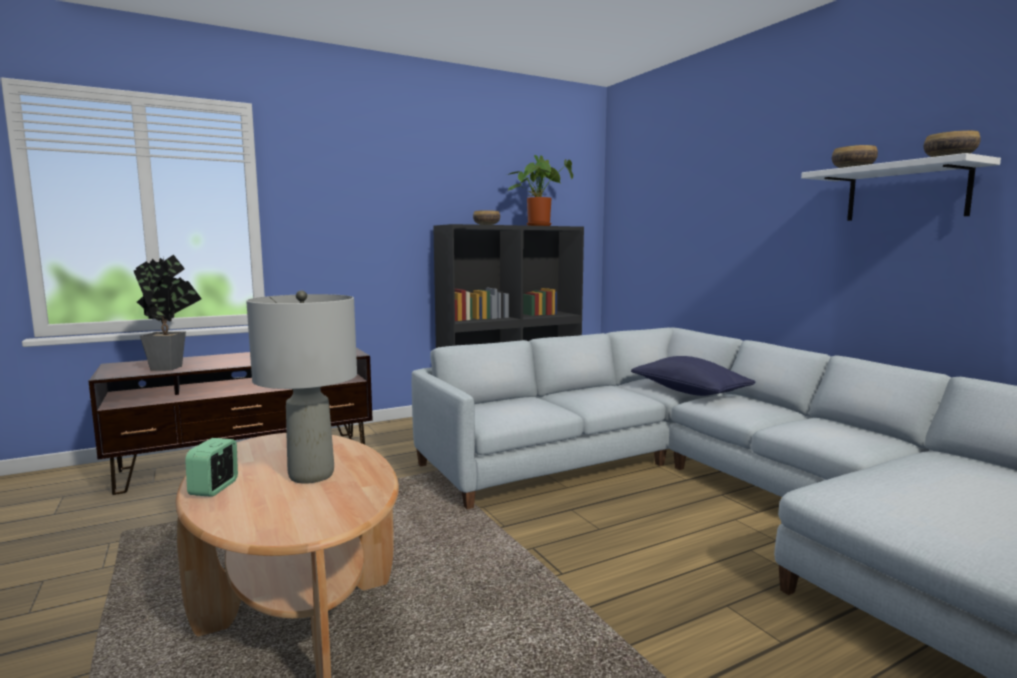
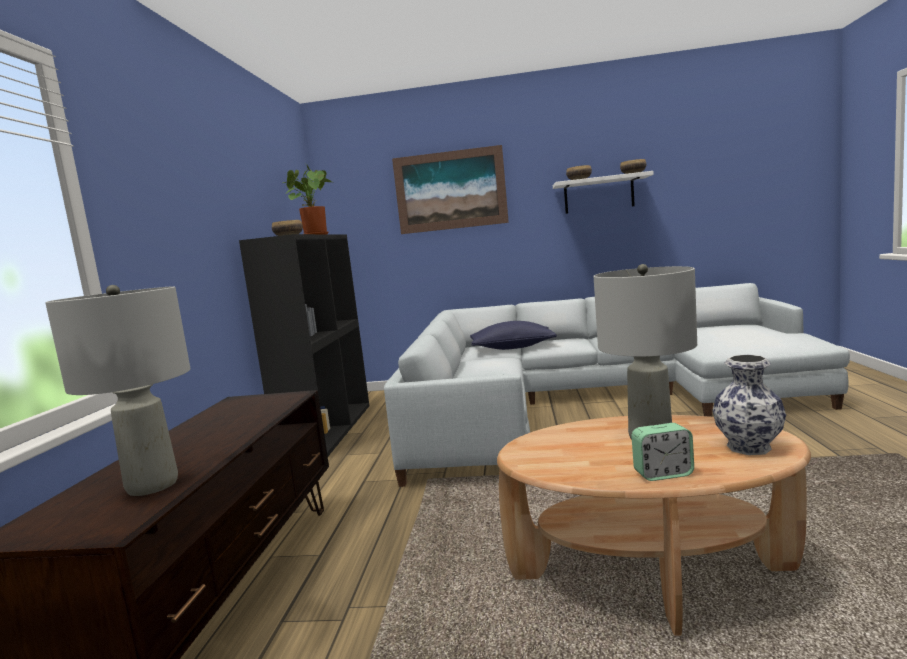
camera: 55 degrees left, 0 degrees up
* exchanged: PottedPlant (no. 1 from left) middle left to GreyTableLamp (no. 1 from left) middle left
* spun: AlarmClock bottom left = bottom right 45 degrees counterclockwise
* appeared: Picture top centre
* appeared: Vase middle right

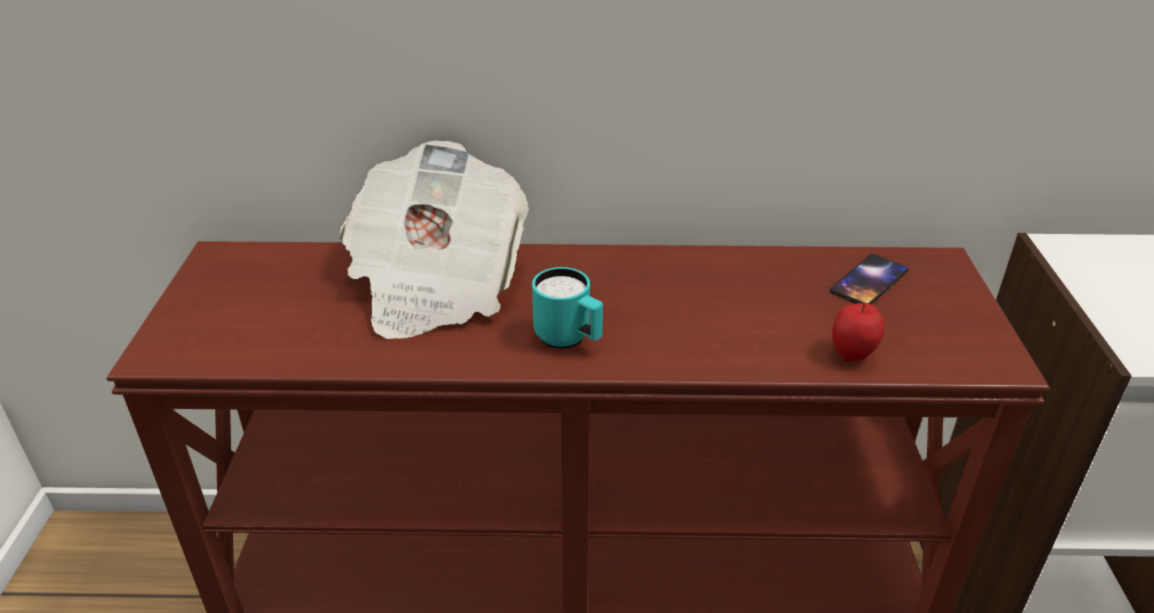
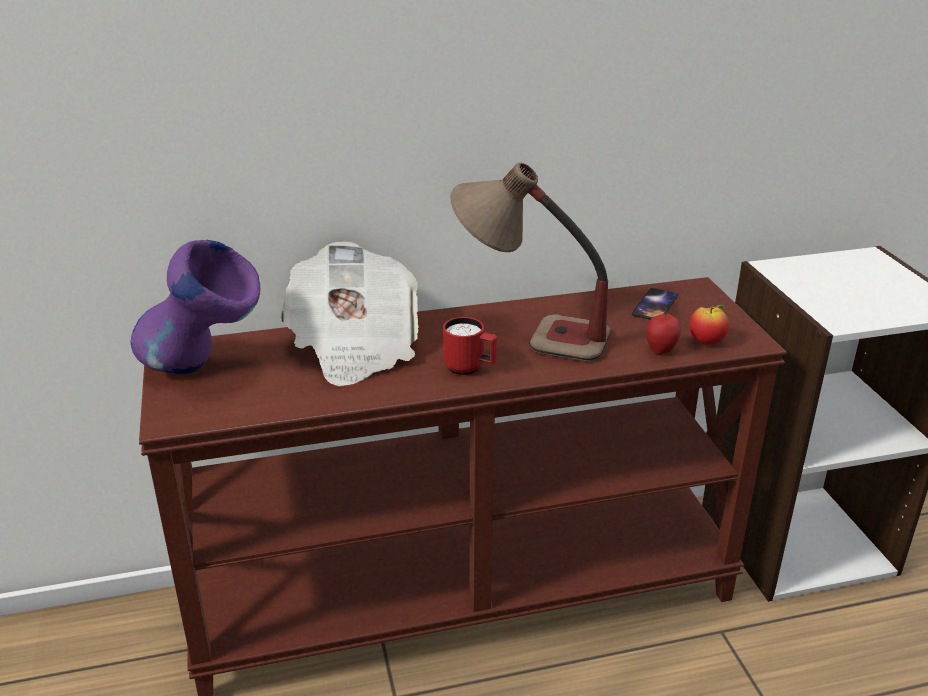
camera: 15 degrees left, 5 degrees down
* colour: TurquoiseMug centre to RedMug centre
* appeared: PurpleVase middle left
* appeared: TableLamp centre
* appeared: Apple (no. 2 from left) middle right

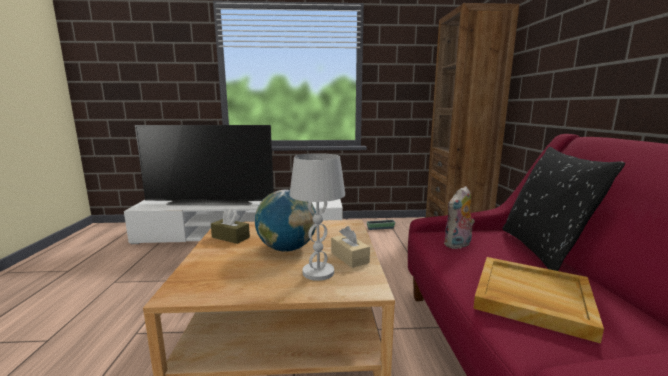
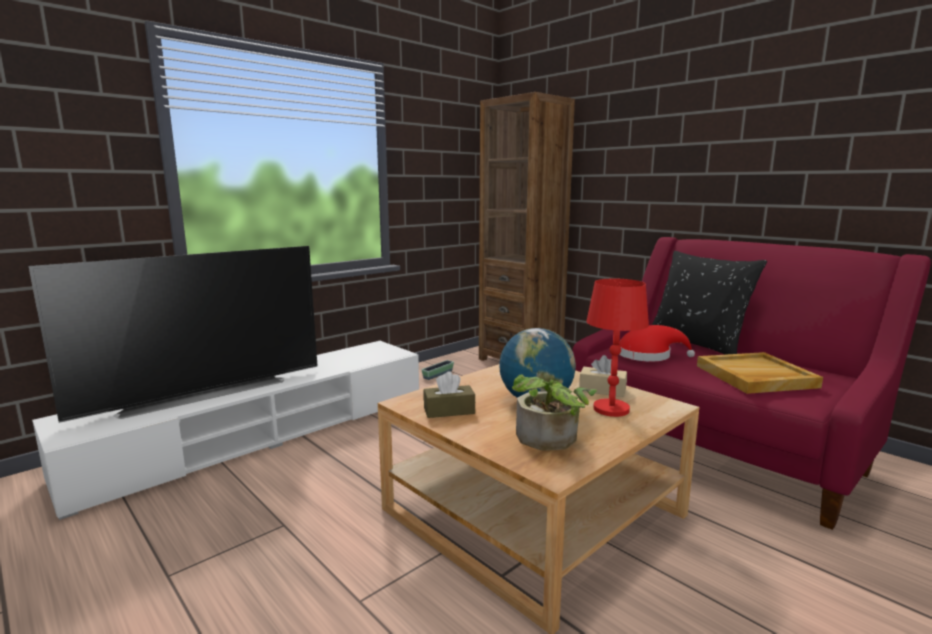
camera: 40 degrees left, 0 degrees up
* colour: WhiteTableLamp centre to RedTableLamp centre
* exchanged: PlushToy middle right to RedHat middle right
* appeared: PottedPlant centre

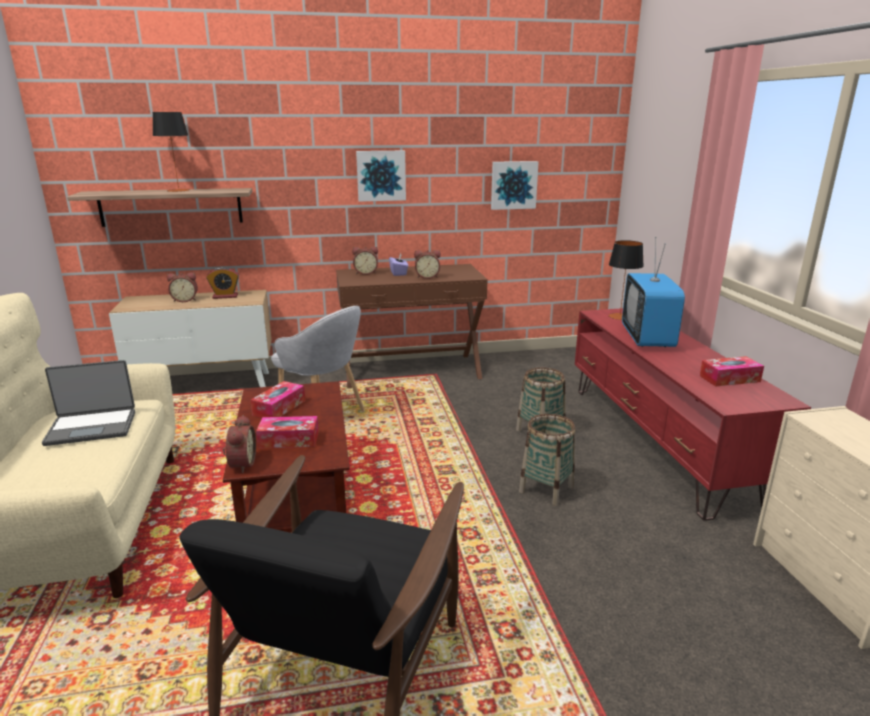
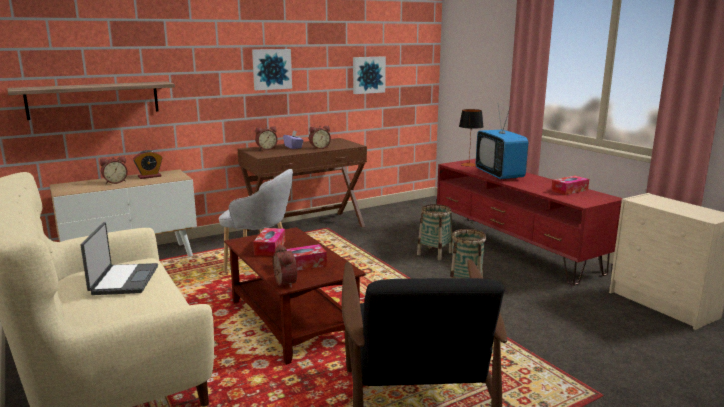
camera: 20 degrees left, 5 degrees down
* spun: Laptop middle left = middle left 60 degrees counterclockwise
* missing: TableLamp (no. 1 from left) top left

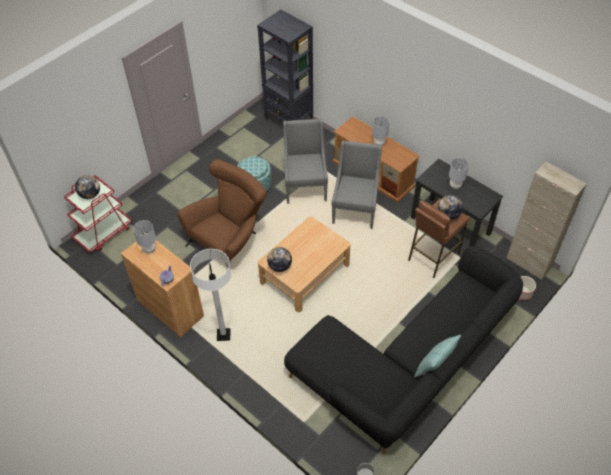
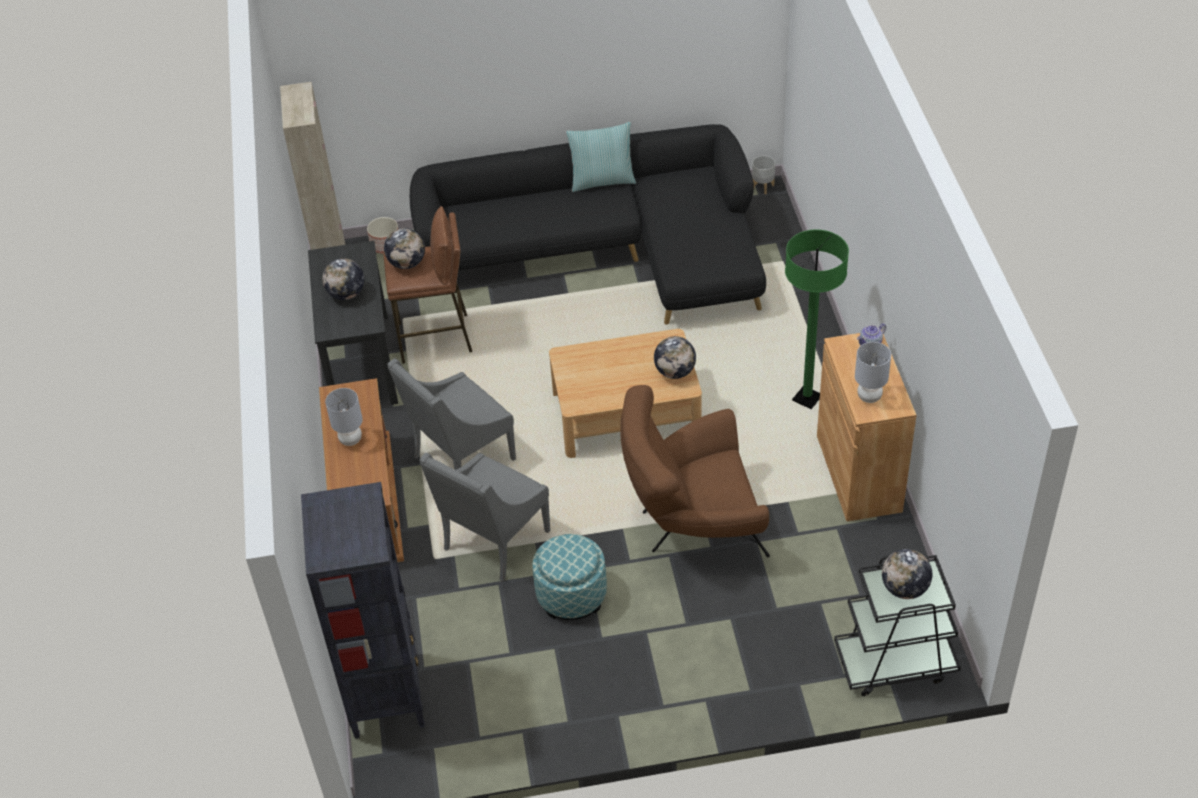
camera: 140 degrees left, 5 degrees down
* colour: RedCart middle left to BlackCart bottom right
* colour: WhiteFloorLamp centre to GreenFloorLamp middle right
* exchanged: GreyTableLamp (no. 3 from left) middle right to Globe (no. 1 from left) middle left

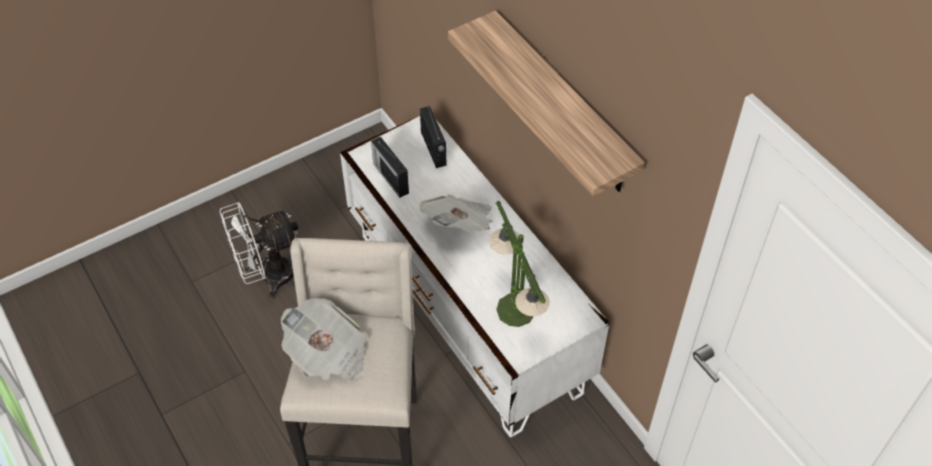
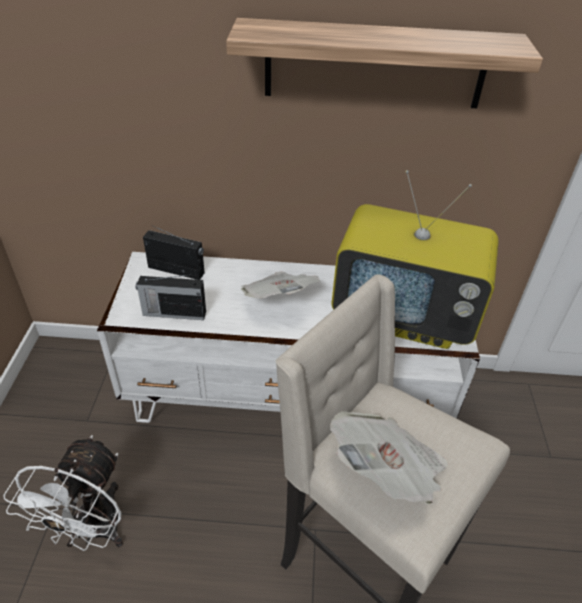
camera: 55 degrees left, 10 degrees down
* exchanged: TableLamp centre to Television middle right

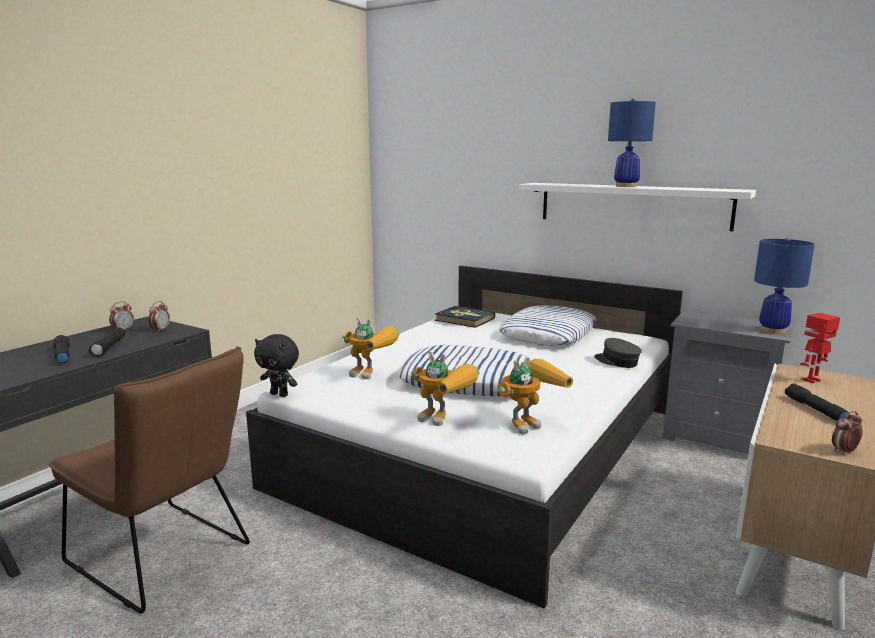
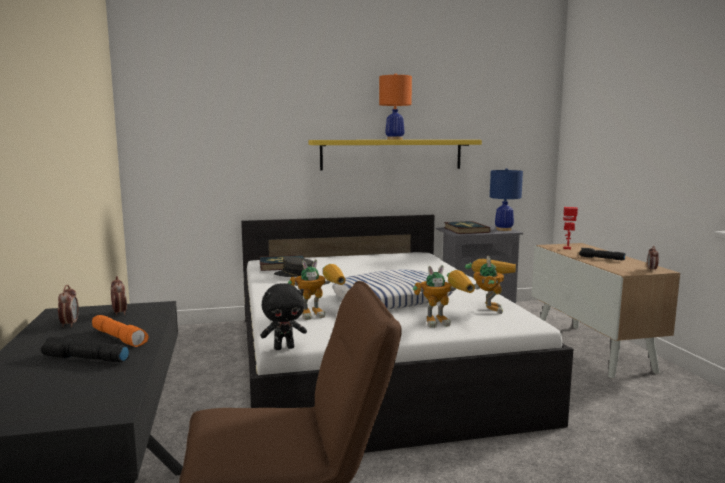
camera: 45 degrees left, 5 degrees down
* colour: BlackFlashlight (no. 2 from left) middle left to OrangeFlashlight bottom left
* missing: Pillow (no. 2 from left) centre
* colour: WhiteShelf top right to YellowShelf top centre
* relocated: GreyCap middle right to centre
* colour: BlueTableLamp (no. 1 from left) top right to OrangeTableLamp top centre
* appeared: Book (no. 2 from left) centre

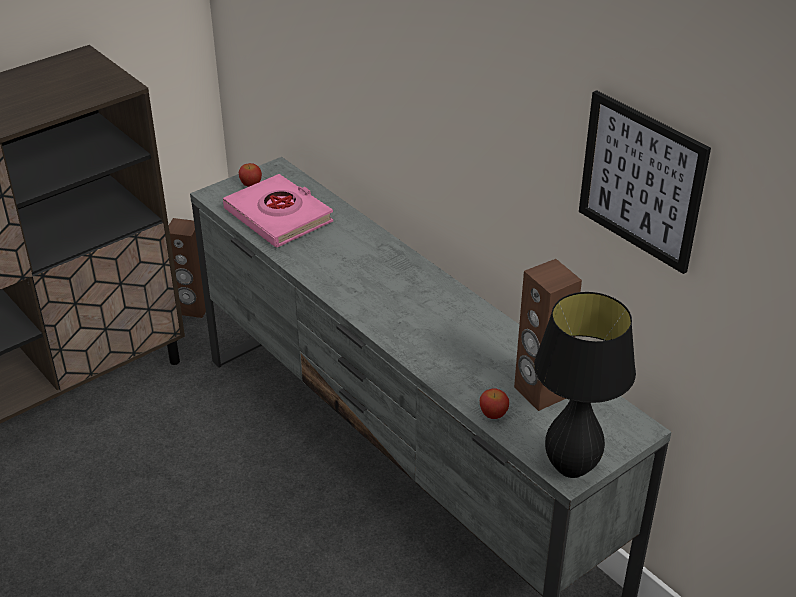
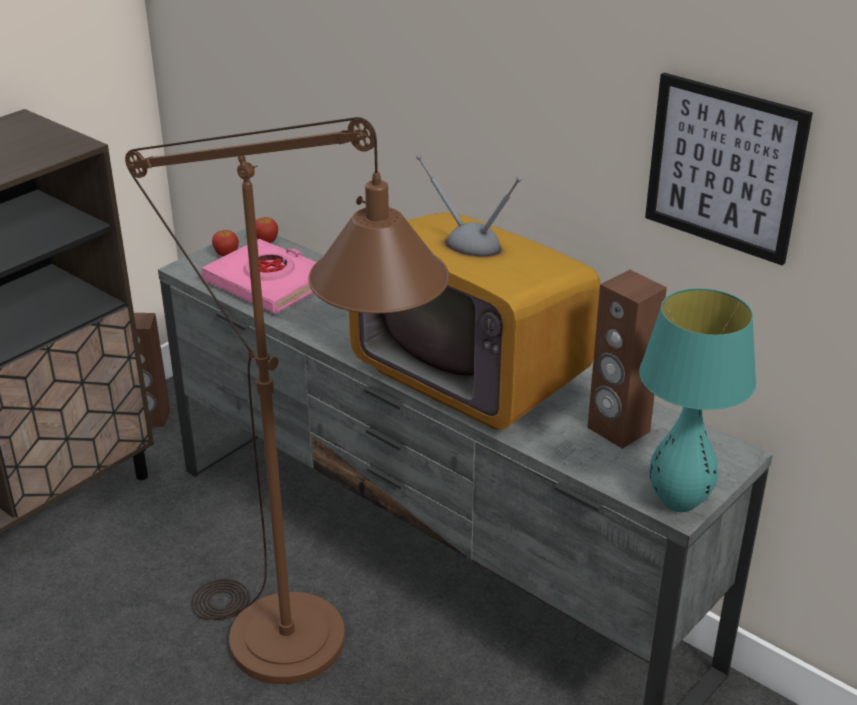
camera: 10 degrees left, 5 degrees down
* relocated: Apple (no. 2 from left) bottom centre to top left
* colour: BlackTableLamp middle right to TurquoiseTableLamp middle right
* appeared: BrownFloorLamp centre
* appeared: Television centre

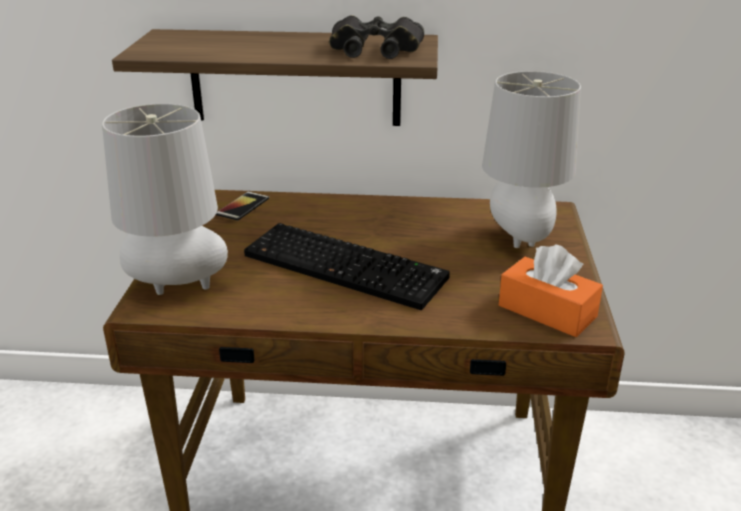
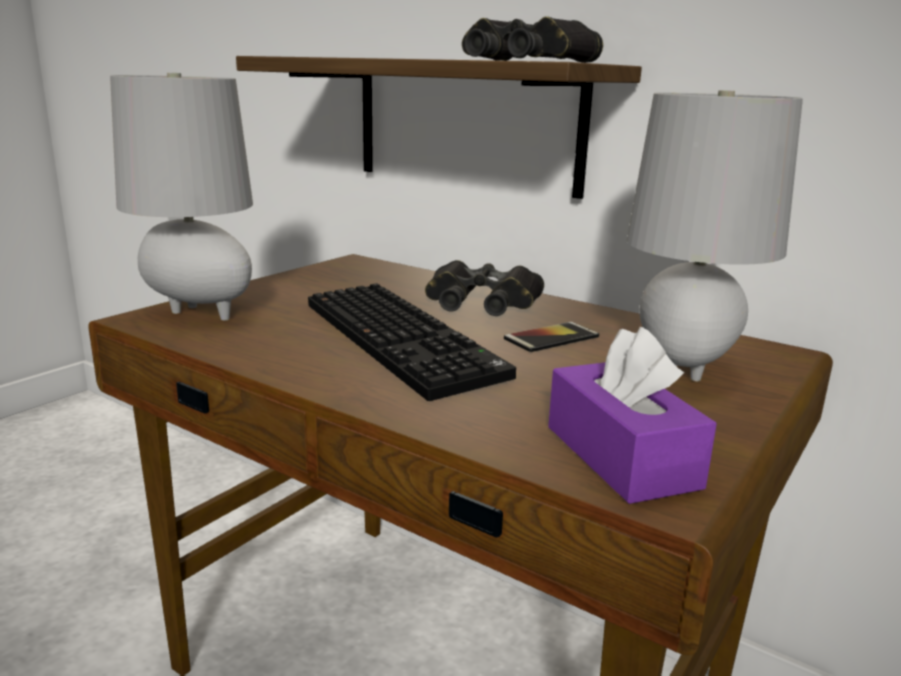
camera: 30 degrees right, 10 degrees down
* relocated: Phone middle left to centre
* colour: OrangeTissueBox middle right to PurpleTissueBox middle right
* appeared: BlackBinoculars (no. 1 from left) centre

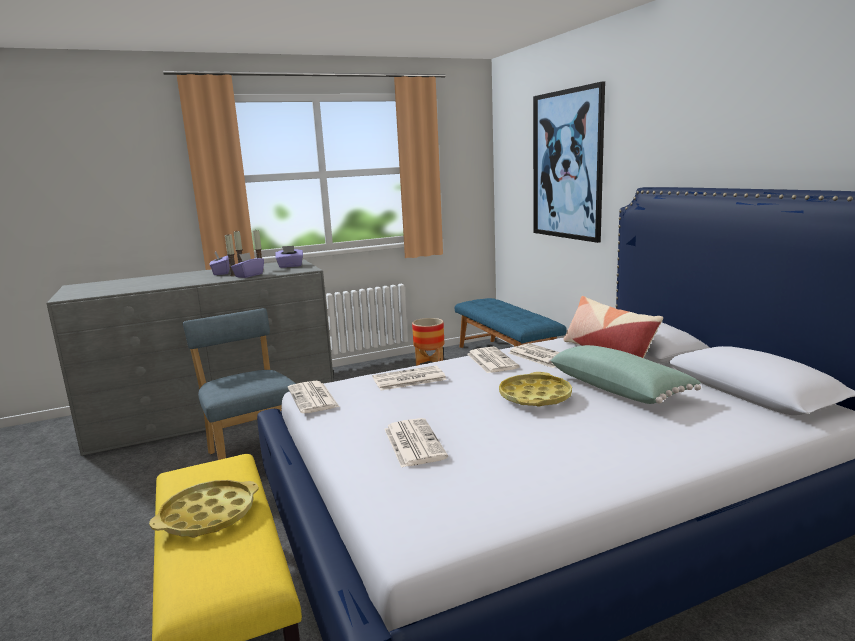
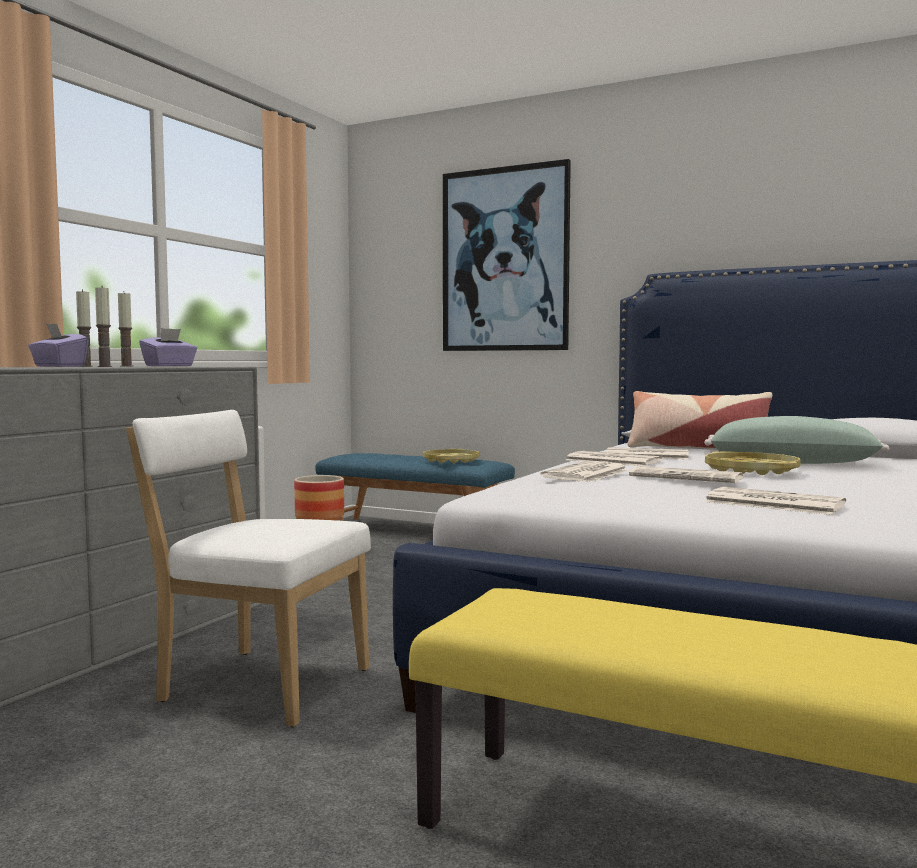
camera: 40 degrees left, 10 degrees down
* relocated: YellowTray (no. 1 from left) bottom left to centre
* colour: BlueChair middle left to WhiteChair middle left
* missing: PurpleTissueBox (no. 2 from left) middle left
* relocated: Newspaper (no. 1 from left in the first image) centre to Newspaper (no. 4 from left) middle right

